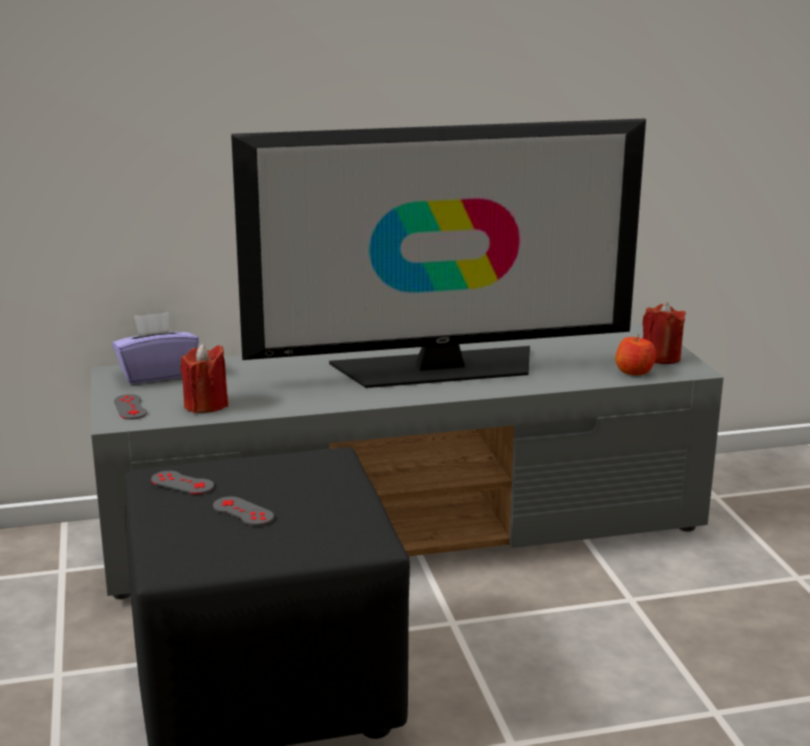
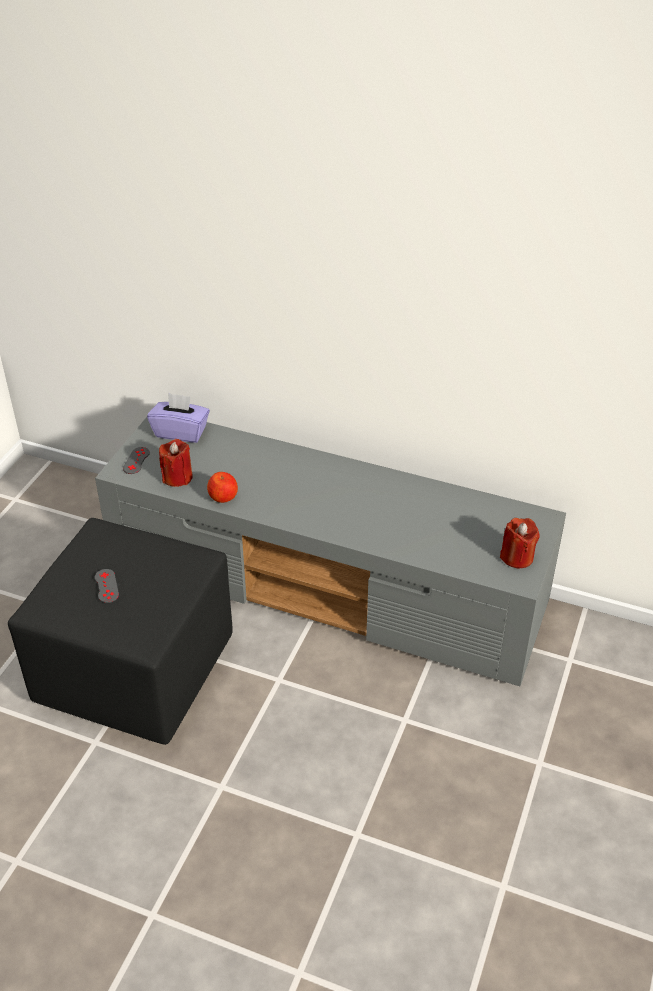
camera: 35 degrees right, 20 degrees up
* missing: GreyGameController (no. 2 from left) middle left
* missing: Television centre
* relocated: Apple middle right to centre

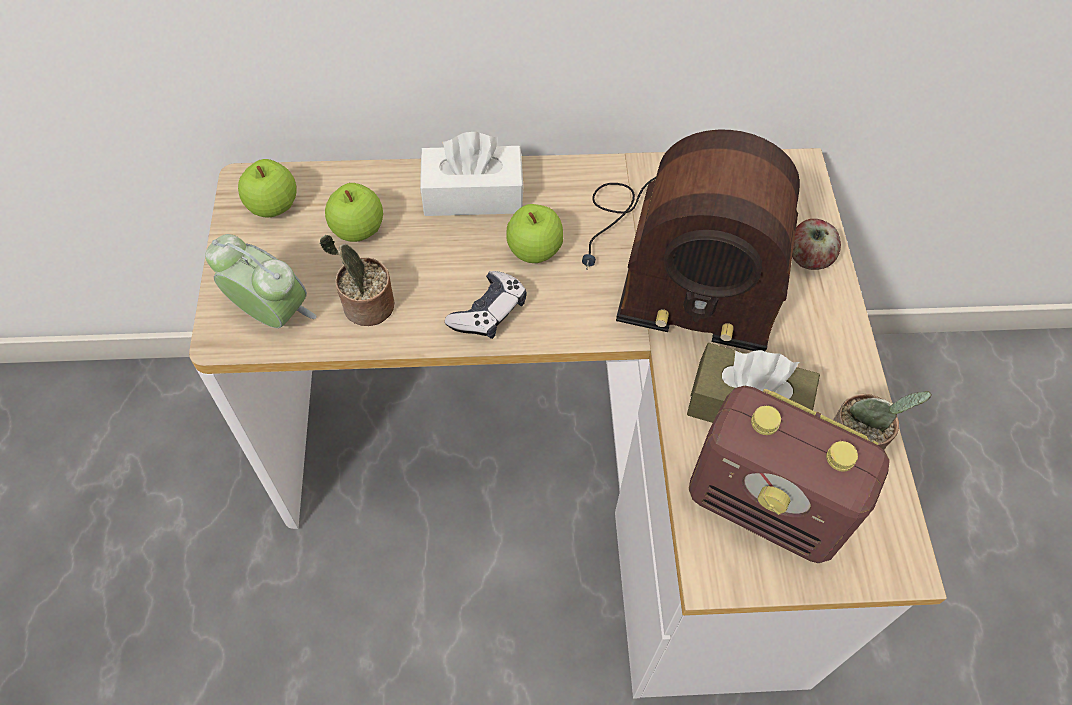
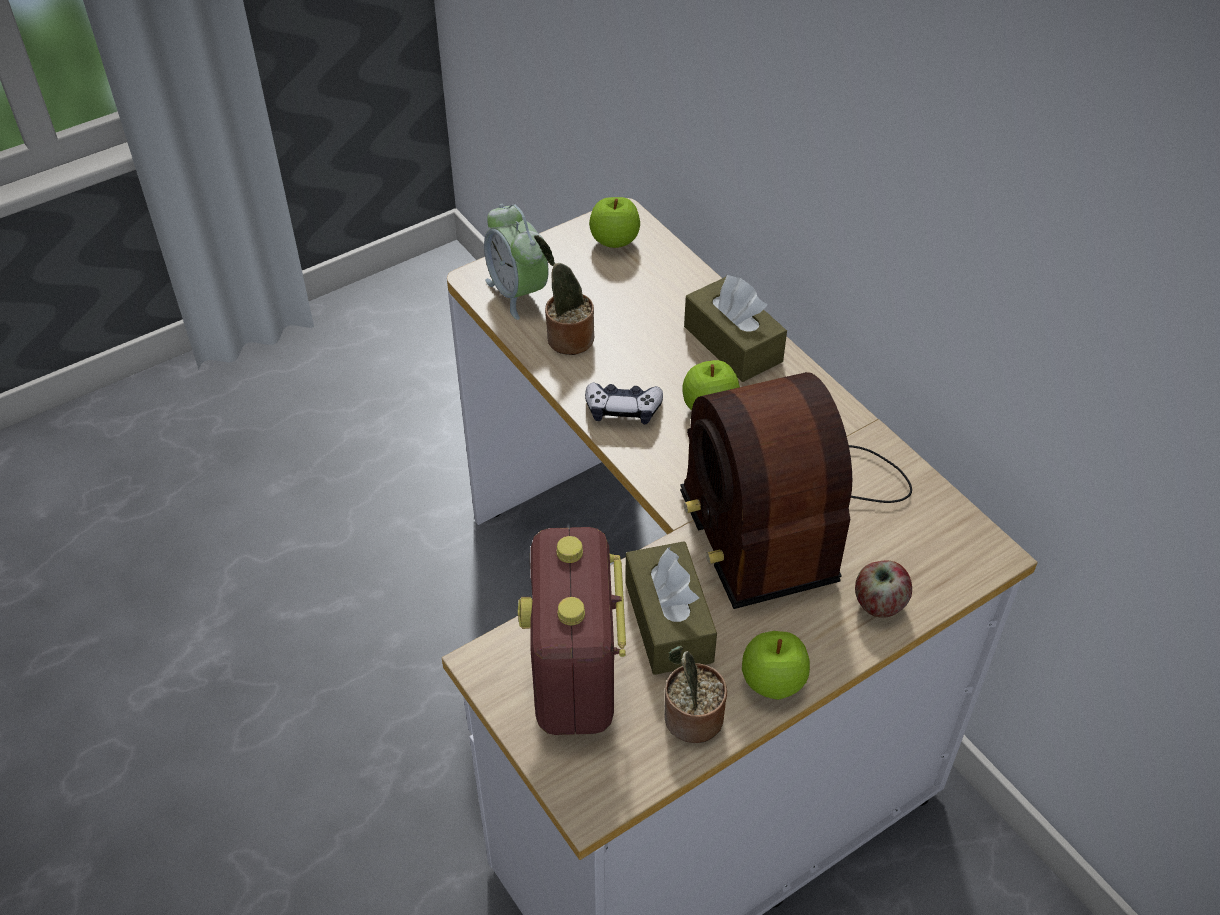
camera: 60 degrees right, 10 degrees down
* spun: AlarmClock middle left = top centre 150 degrees clockwise
* relocated: Apple (no. 2 from left in the first image) top left to Apple (no. 3 from left) bottom centre
* colour: WhiteTissueBox top centre to BrownTissueBox (no. 2 from left) centre

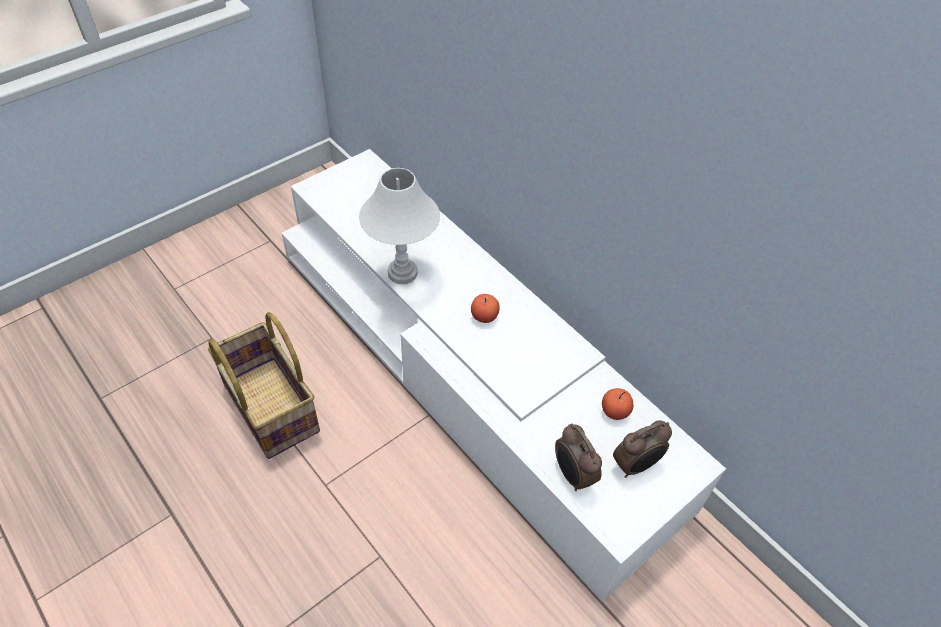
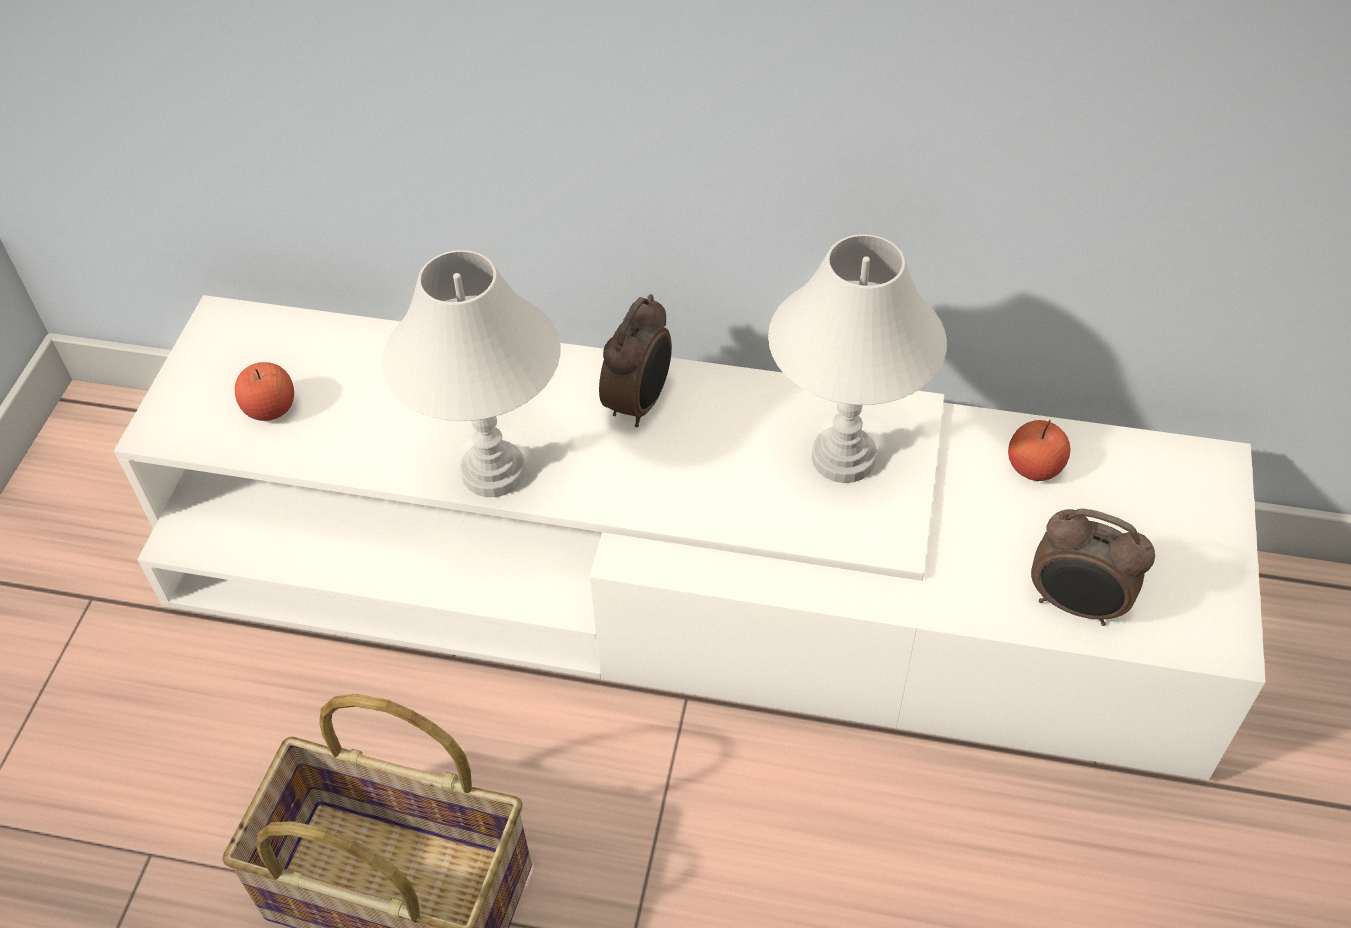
camera: 35 degrees left, 0 degrees up
* relocated: Apple (no. 1 from left) centre to middle left
* relocated: AlarmClock (no. 2 from left in the first image) bottom right to AlarmClock (no. 1 from left) centre
* appeared: WhiteTableLamp (no. 2 from left) centre

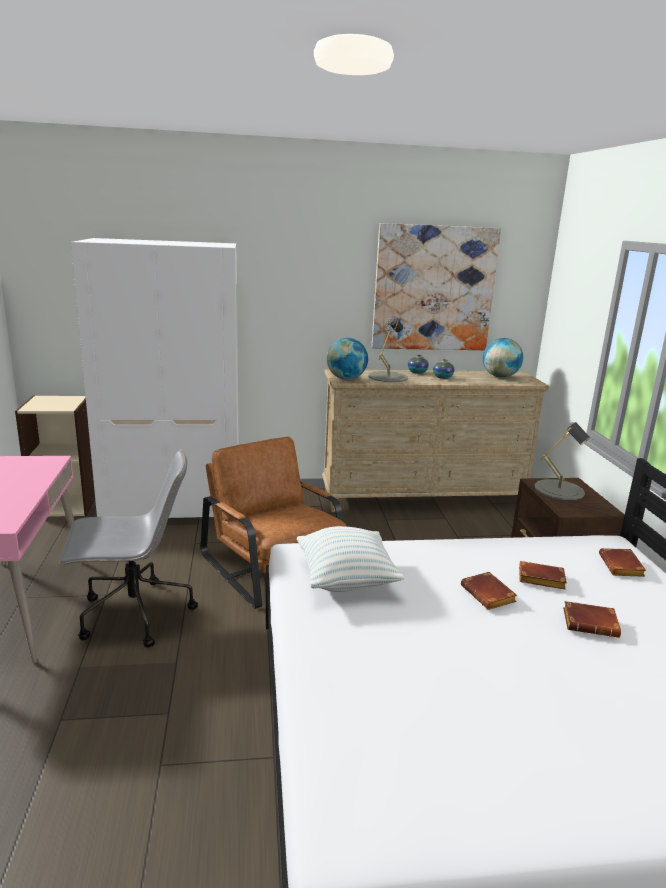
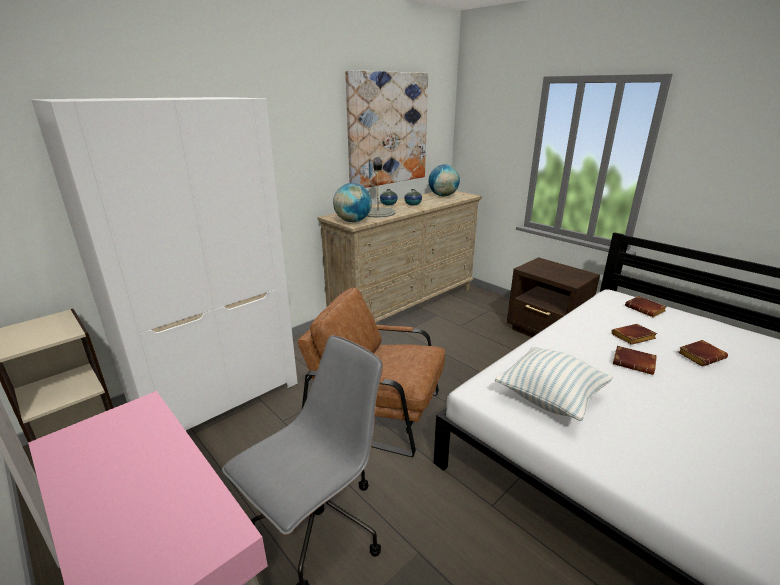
camera: 35 degrees left, 5 degrees up
* missing: GreyTableLamp (no. 2 from left) middle right

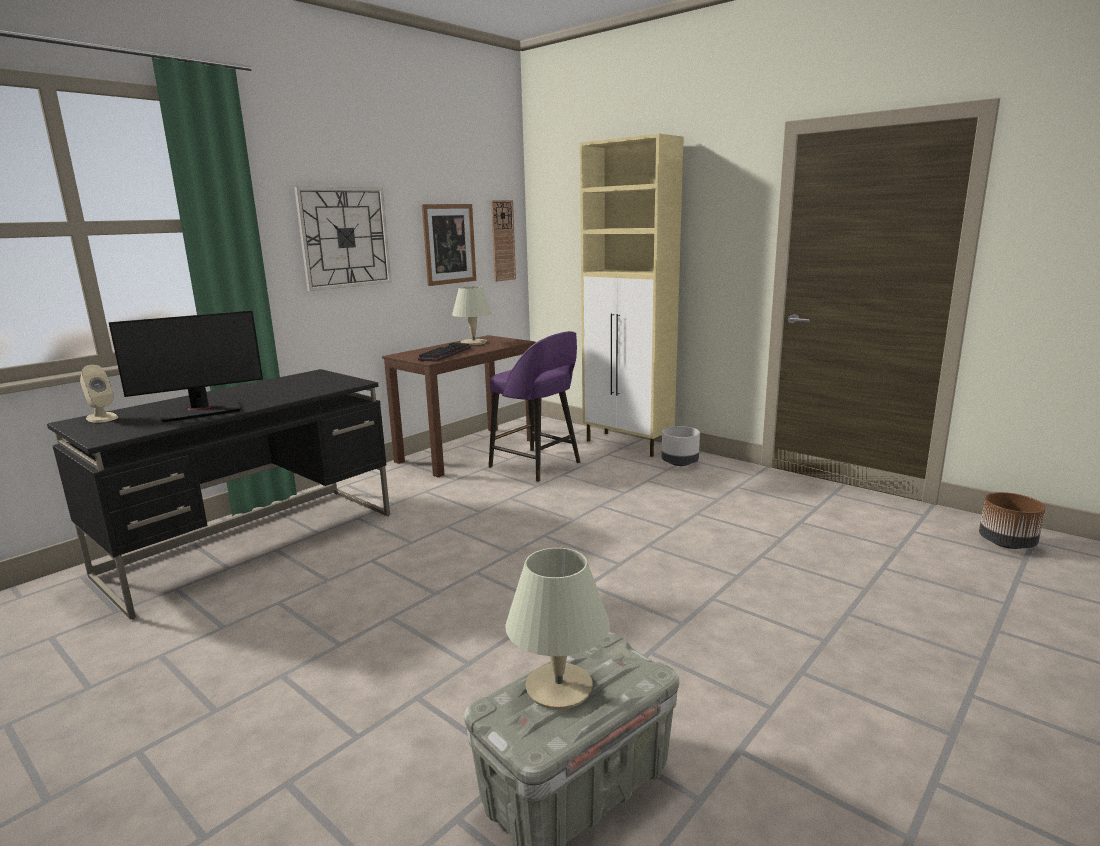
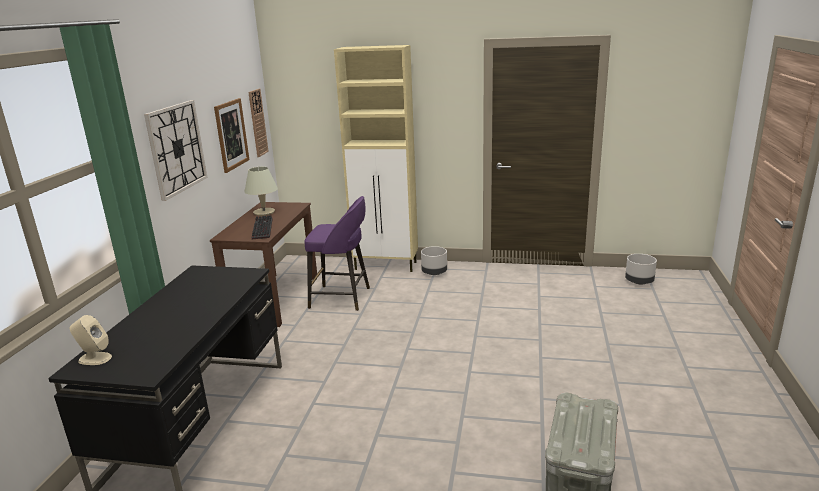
camera: 30 degrees left, 5 degrees up
* missing: Monitor middle left
* missing: BeigeTableLamp (no. 2 from left) bottom centre
* colour: BrownPlanter middle right to GreyPlanter (no. 2 from left) middle right

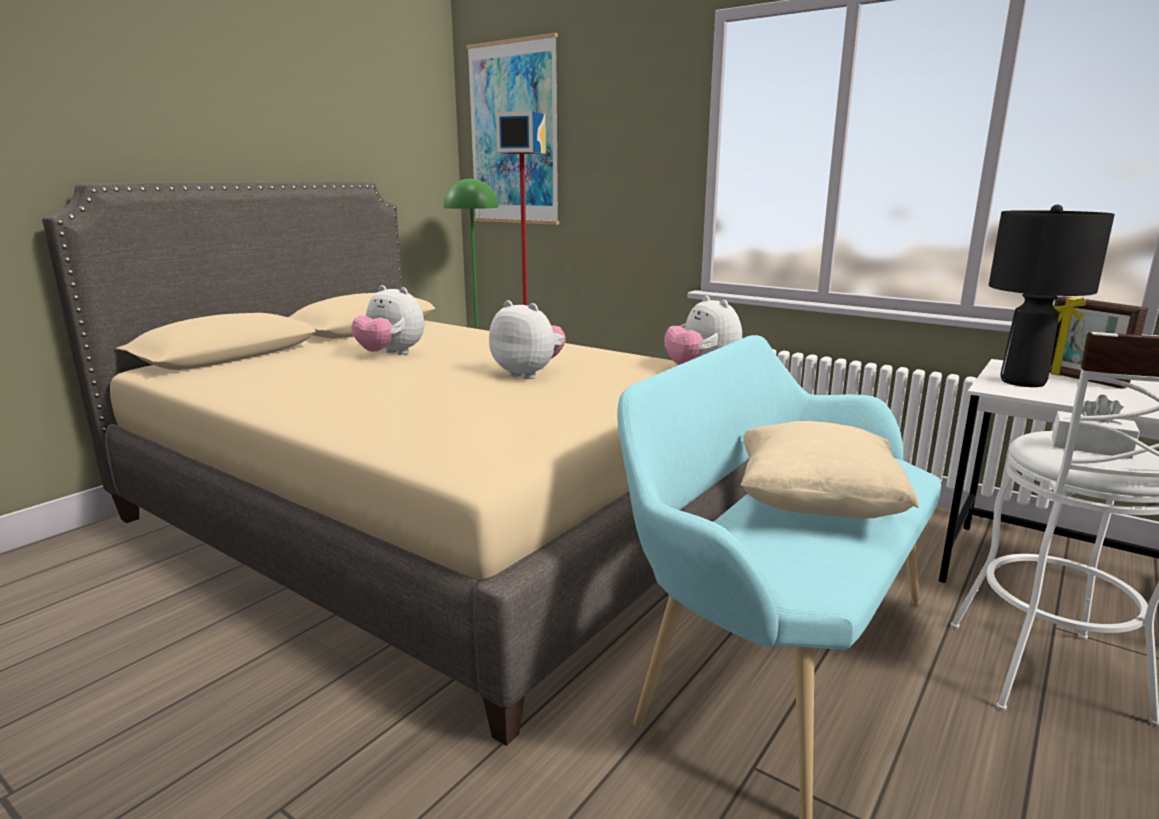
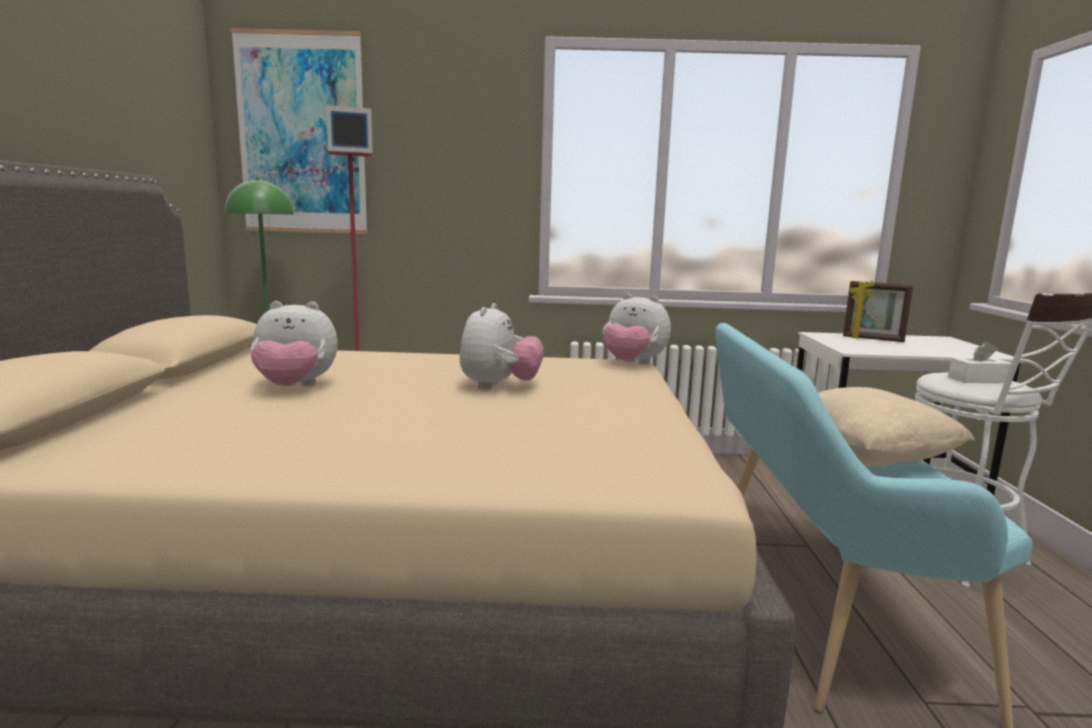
camera: 35 degrees left, 5 degrees down
* spun: PlushToy (no. 2 from left) centre = centre 105 degrees clockwise
* missing: BlackTableLamp middle right

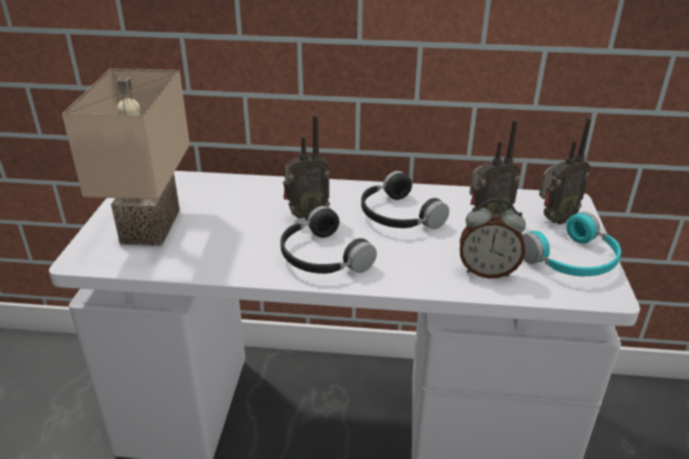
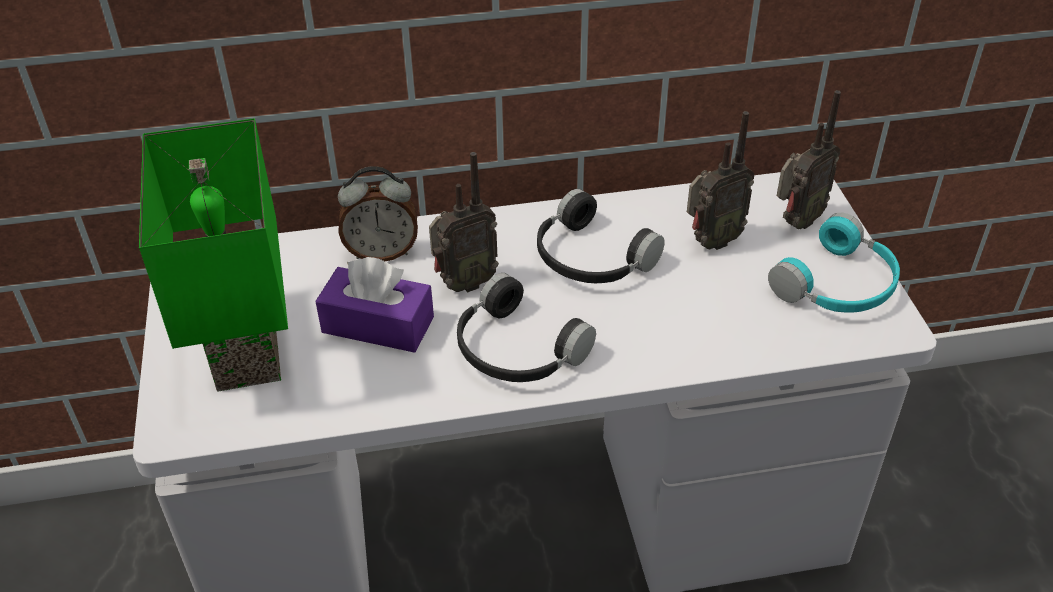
camera: 15 degrees left, 10 degrees up
* colour: BeigeTableLamp middle left to GreenTableLamp middle left
* relocated: AlarmClock middle right to centre
* appeared: PurpleTissueBox centre

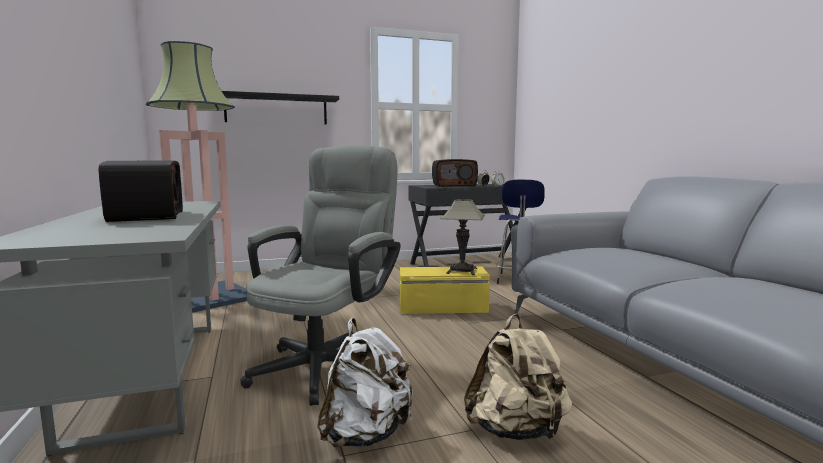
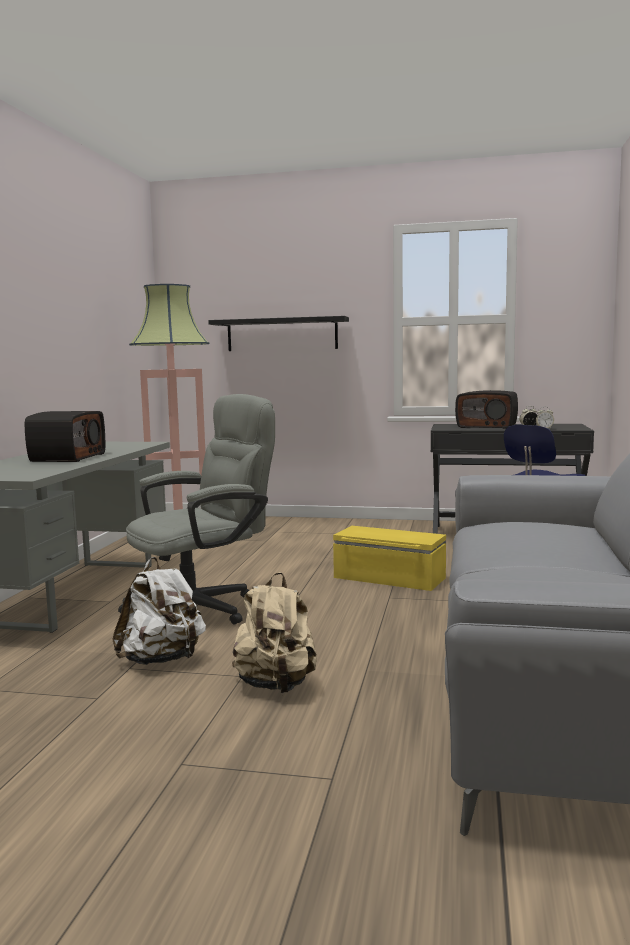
camera: 30 degrees right, 0 degrees up
* missing: TableLamp centre

